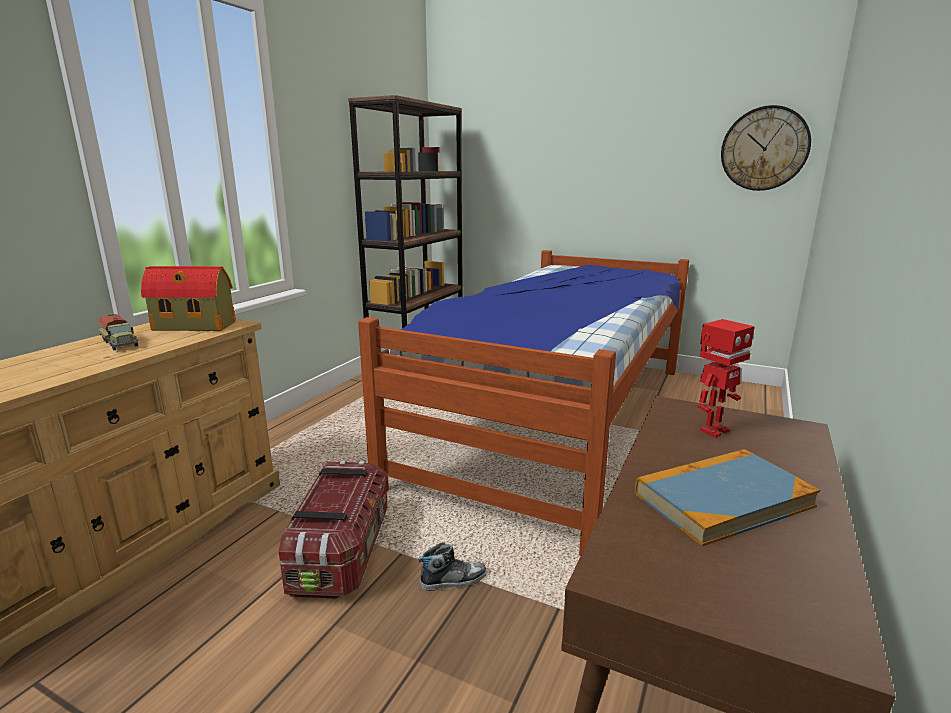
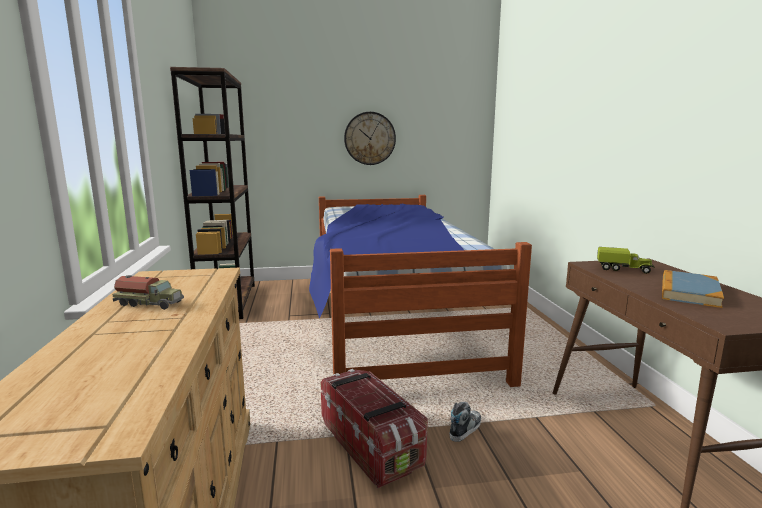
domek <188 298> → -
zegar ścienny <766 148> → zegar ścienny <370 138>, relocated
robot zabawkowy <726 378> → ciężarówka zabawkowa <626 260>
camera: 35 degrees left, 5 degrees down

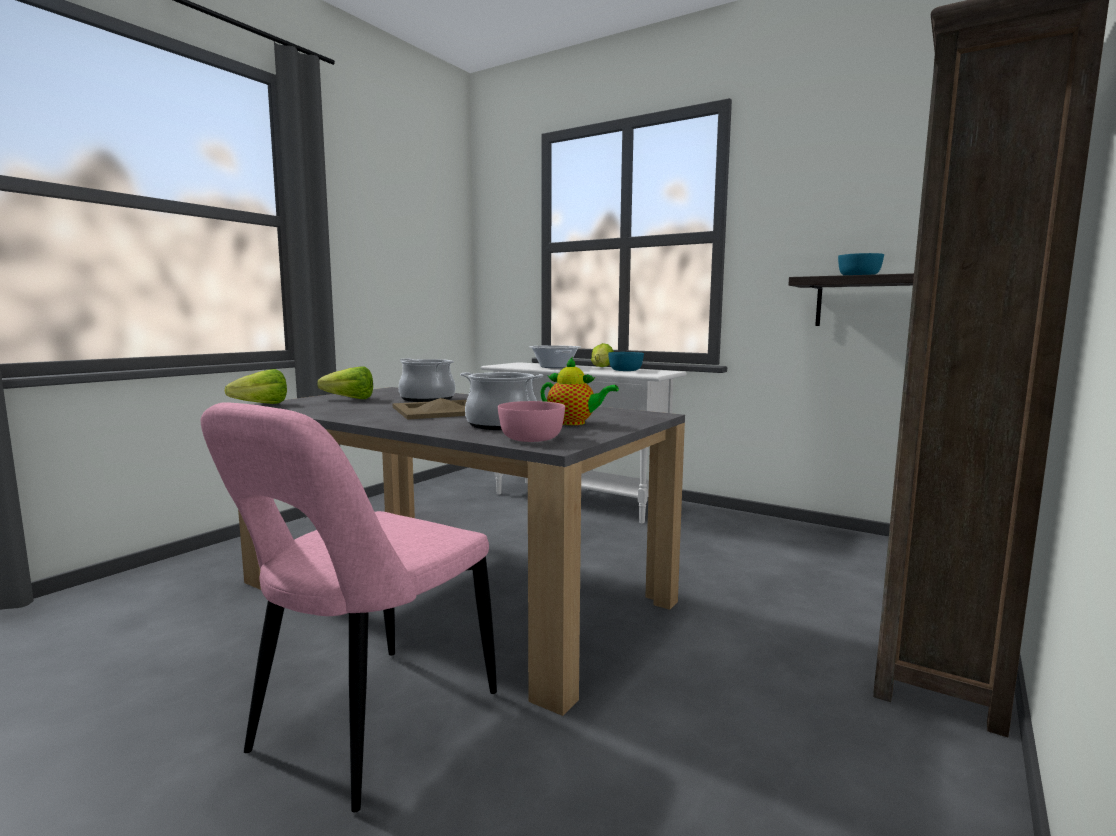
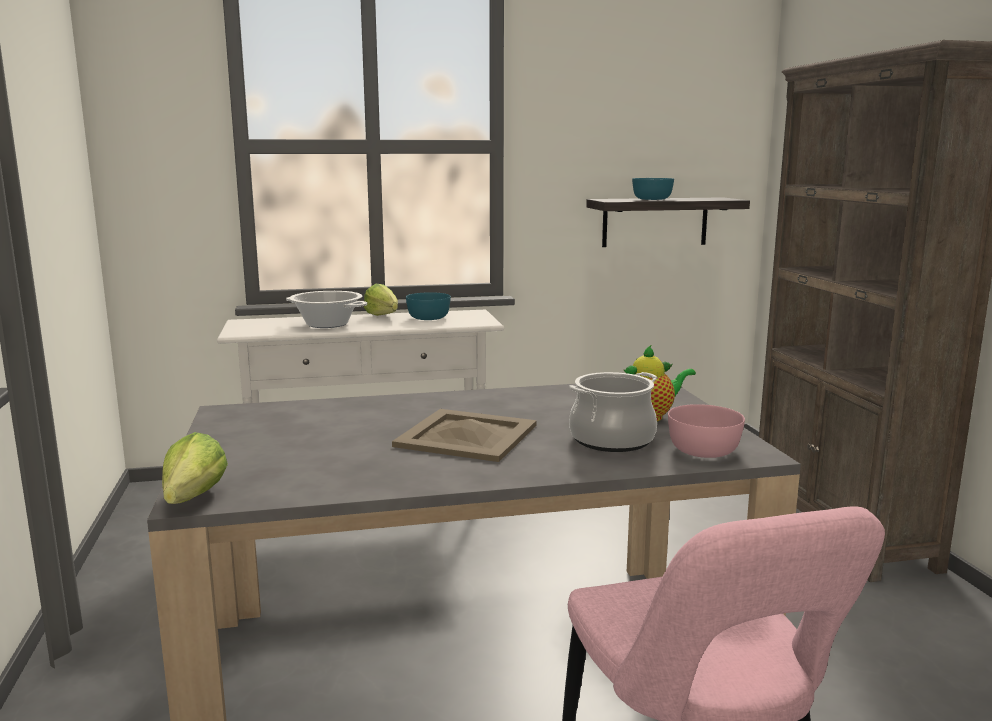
sałata <345 383> → -
garnek <426 380> → -
camera: 45 degrees left, 5 degrees up

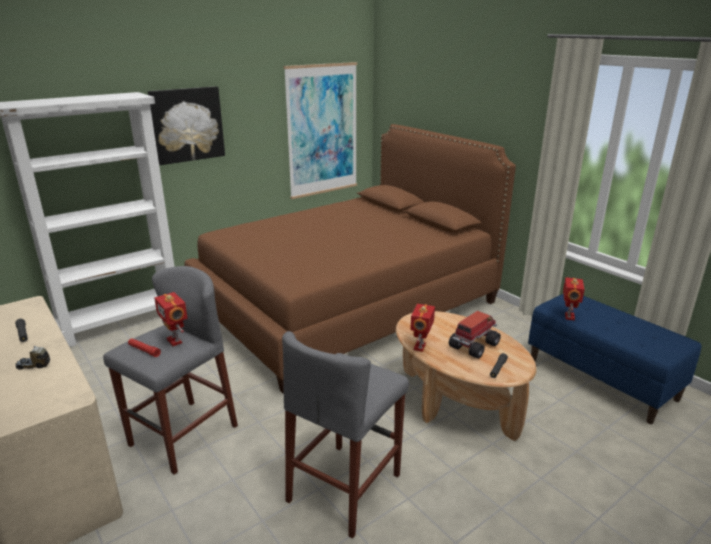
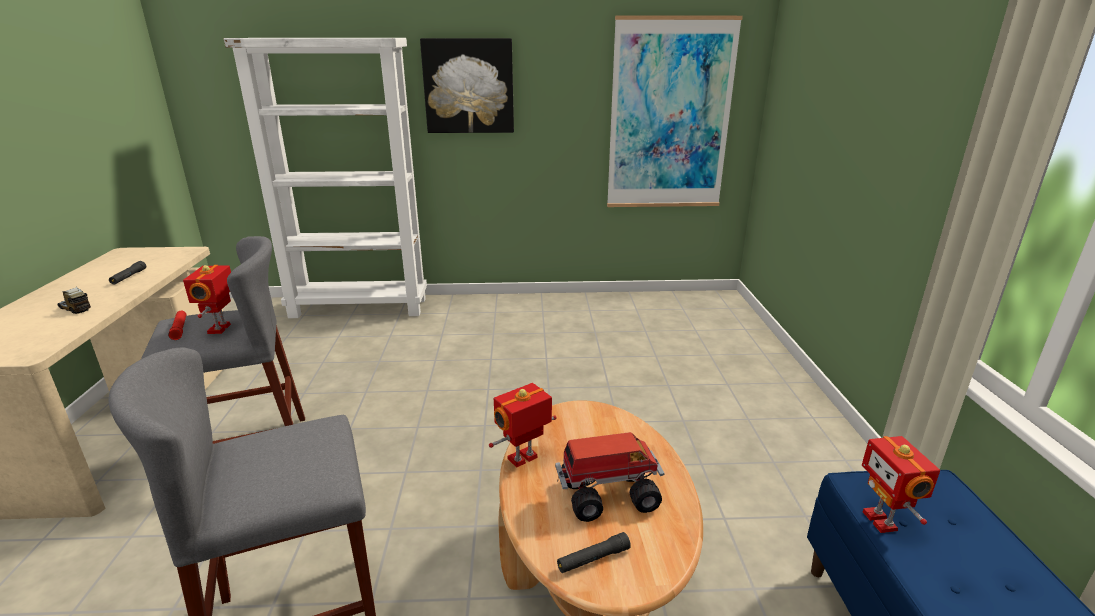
łóżko (brązowy) <350 259> → -
robot zabawkowy <574 299> → robot zabawkowy <901 484>, 120 degrees clockwise
camera: 35 degrees right, 0 degrees up

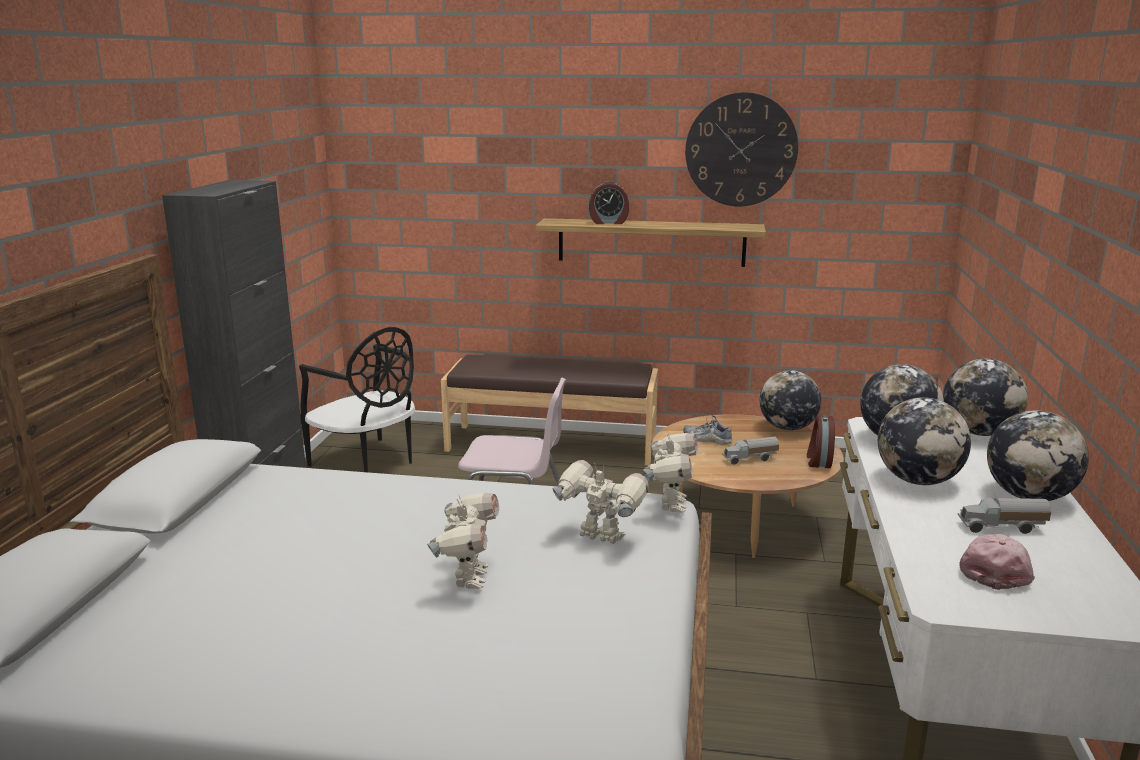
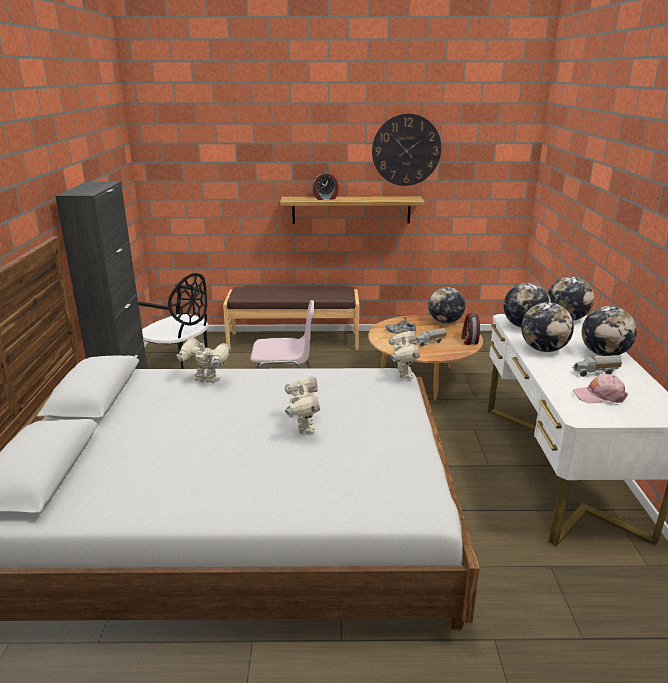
robot zabawkowy <600 502> → robot zabawkowy <203 361>, relocated
czapka z daszkiem (różowy) <997 562> → czapka z daszkiem (różowy) <600 388>, 105 degrees counterclockwise
camera: 10 degrees left, 5 degrees up

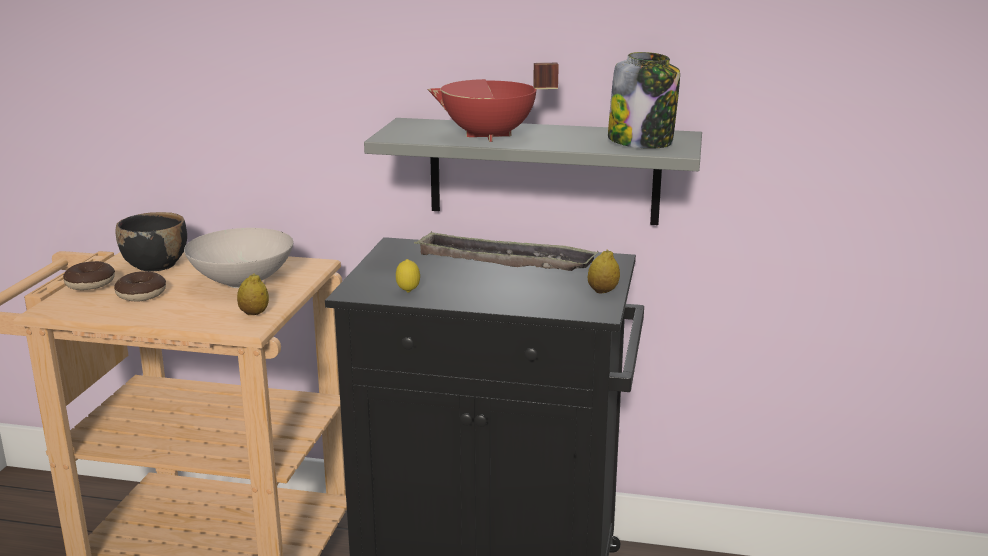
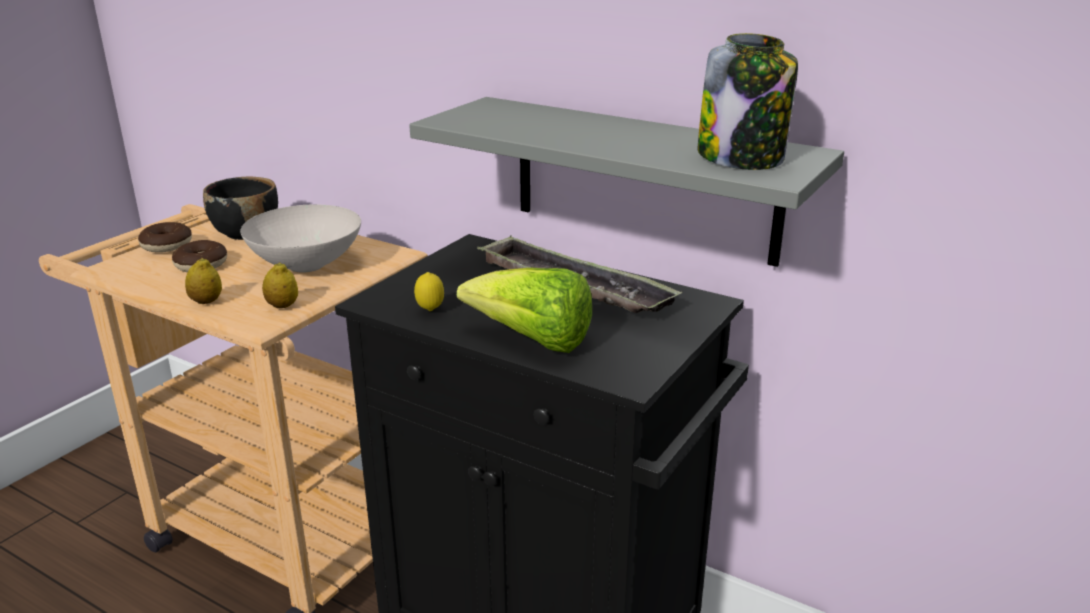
garnek (czerwony) <493 102> → -
- → sałata <524 310>
cytryna <604 271> → cytryna <203 281>, relocated
camera: 20 degrees right, 5 degrees up

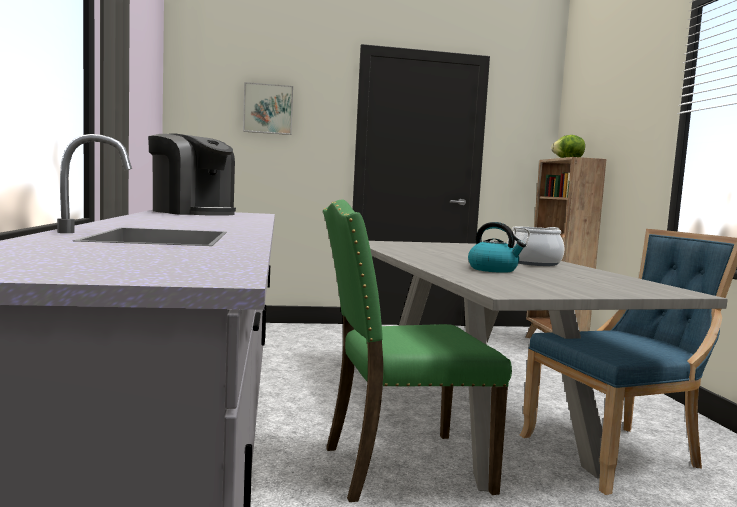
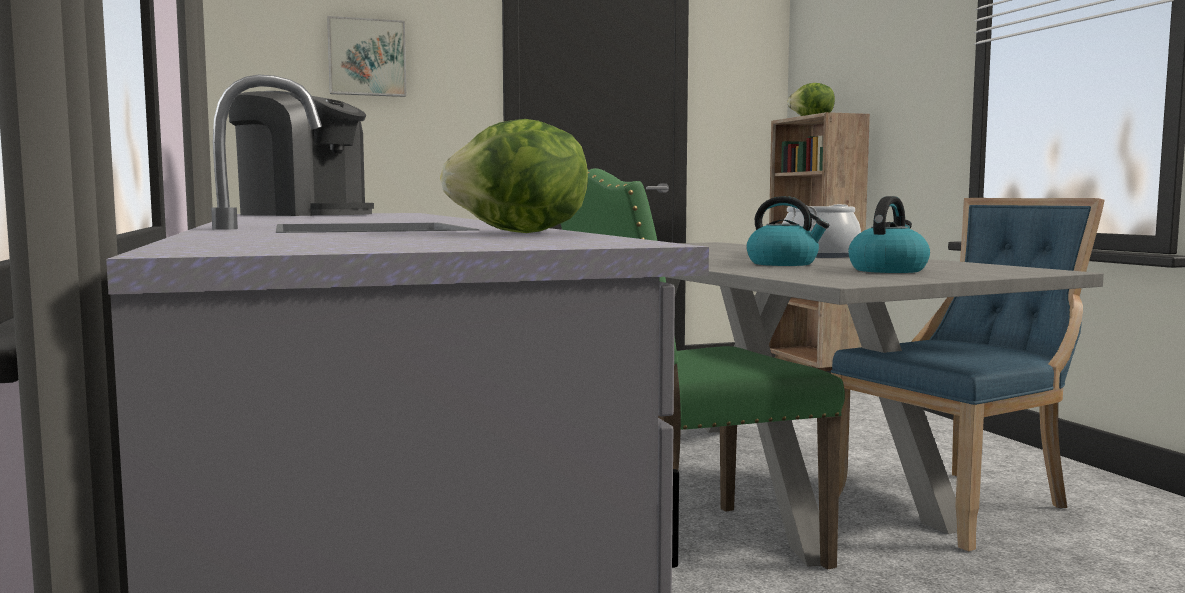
- → sałata <514 176>
- → czajnik <889 234>
camera: 10 degrees left, 0 degrees up

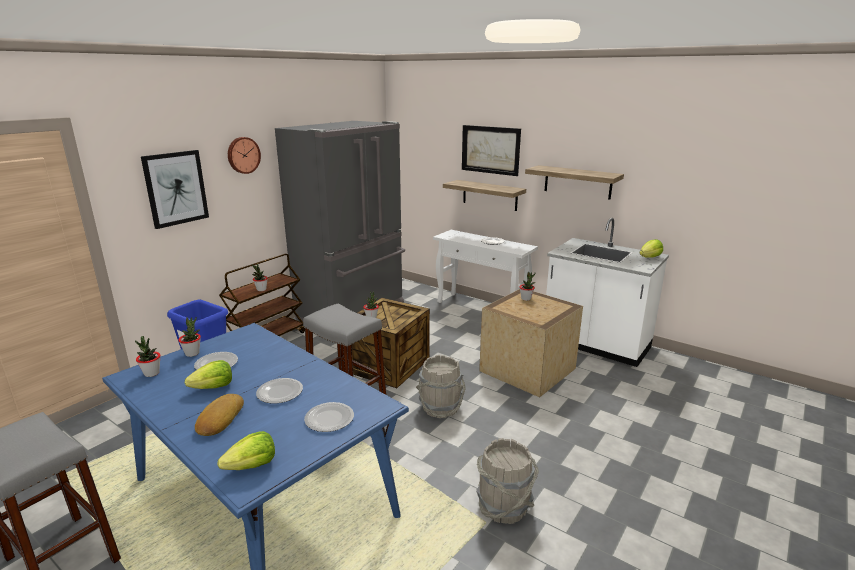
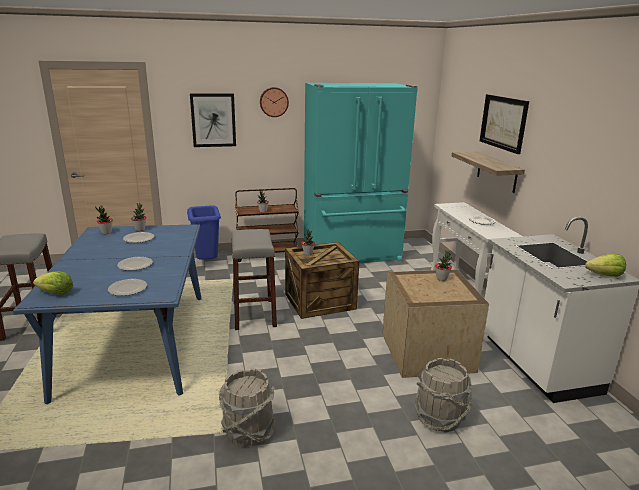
sałata <208 374> → -
chleb <219 415> → -
półka <574 182> → -
wiadro (szary) <441 386> → wiadro (szary) <443 395>, relocated
lodówka (szary) <340 221> → lodówka (turkusowy) <361 173>
camera: 40 degrees right, 0 degrees up

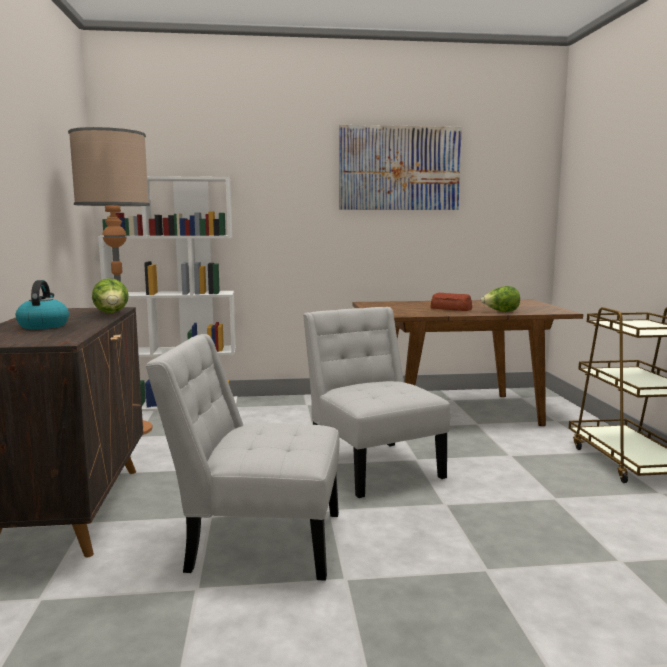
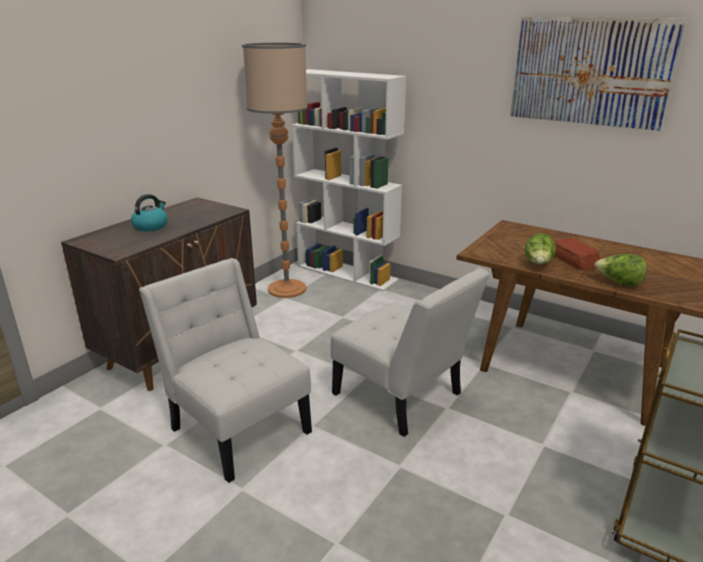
sałata <110 295> → sałata <540 248>, relocated
krzesło (biały) <376 402> → krzesło (biały) <410 352>, 120 degrees clockwise
camera: 40 degrees right, 15 degrees up

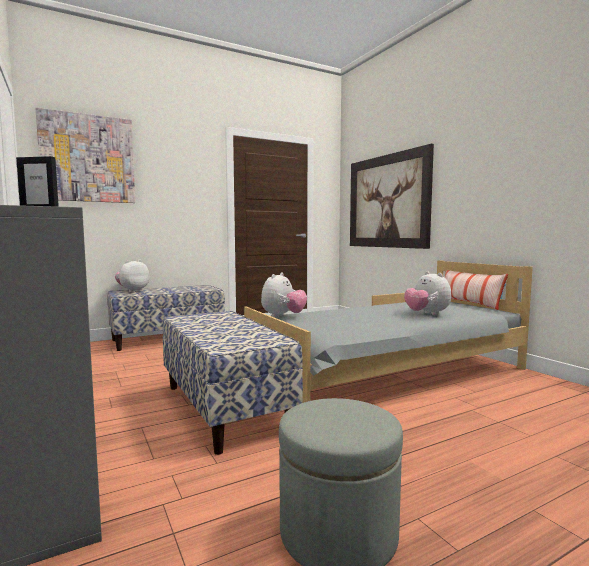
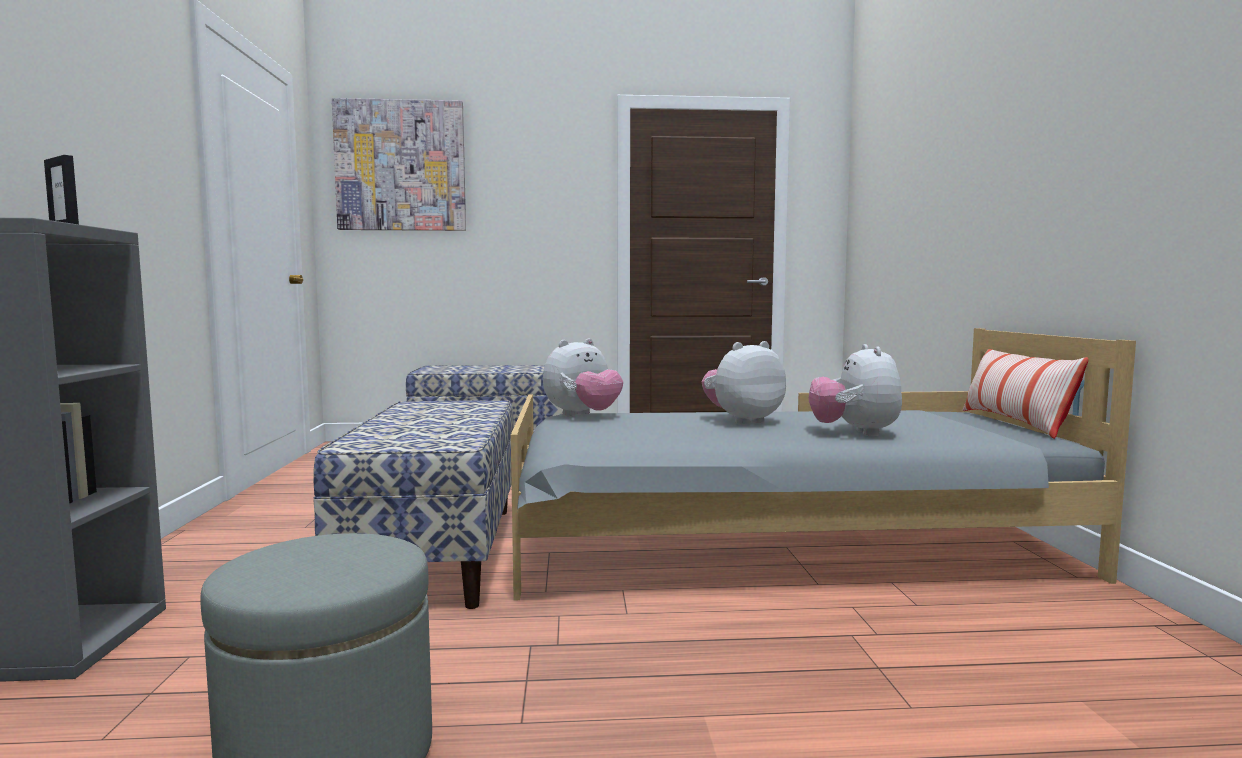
obraz <392 196> → -
pluszak <132 276> → pluszak <744 383>, relocated
camera: 25 degrees right, 0 degrees up

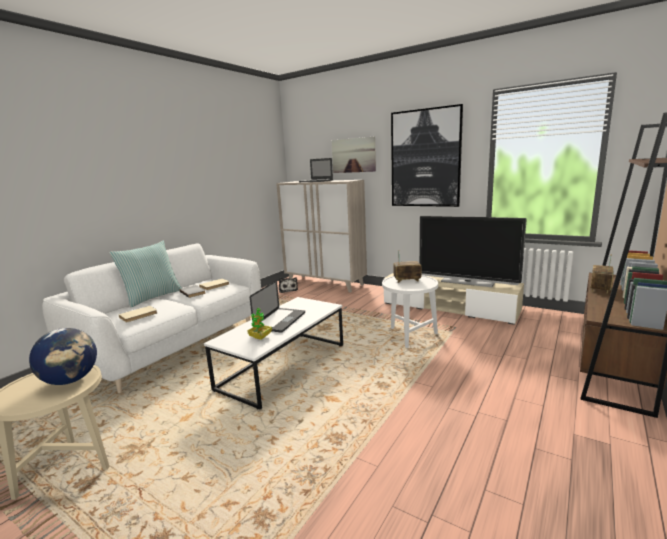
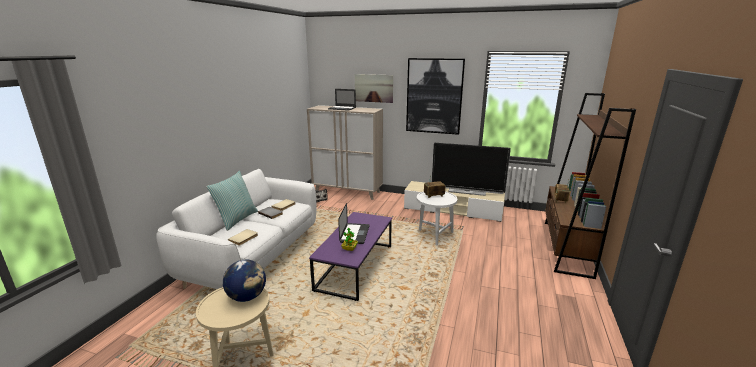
ława (biały) <273 353> → ława (fioletowy) <350 256>
camera: 15 degrees left, 5 degrees up

